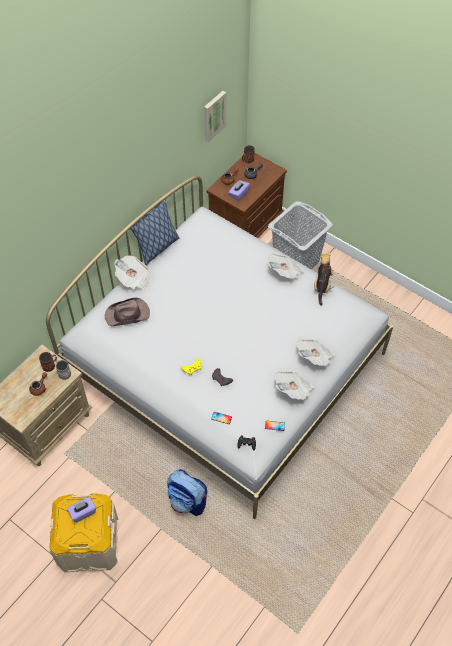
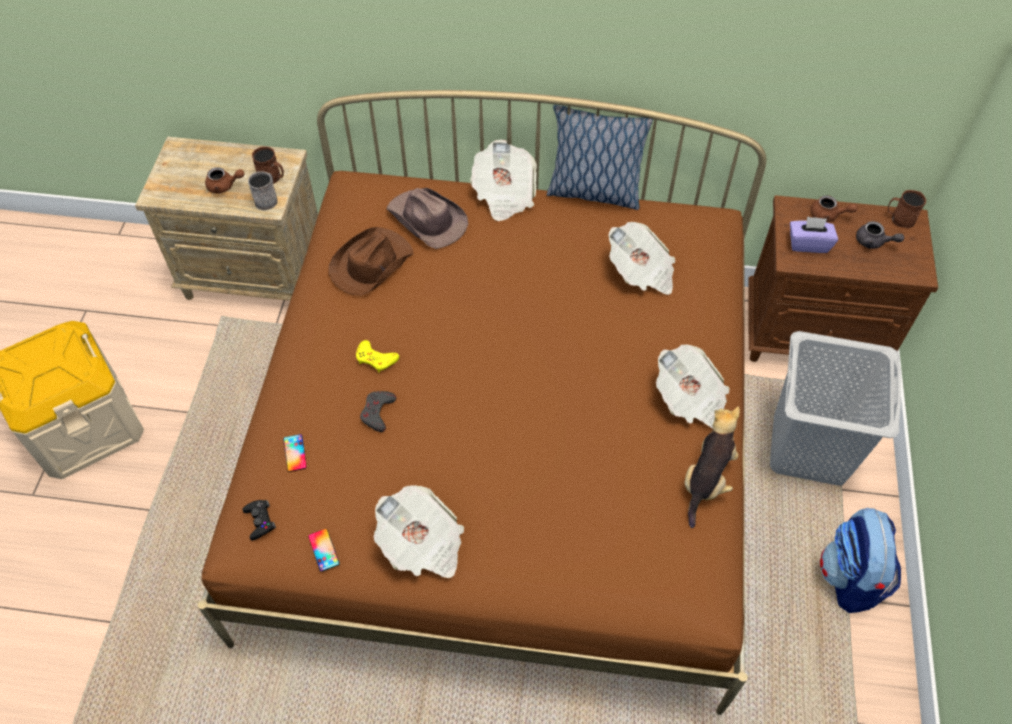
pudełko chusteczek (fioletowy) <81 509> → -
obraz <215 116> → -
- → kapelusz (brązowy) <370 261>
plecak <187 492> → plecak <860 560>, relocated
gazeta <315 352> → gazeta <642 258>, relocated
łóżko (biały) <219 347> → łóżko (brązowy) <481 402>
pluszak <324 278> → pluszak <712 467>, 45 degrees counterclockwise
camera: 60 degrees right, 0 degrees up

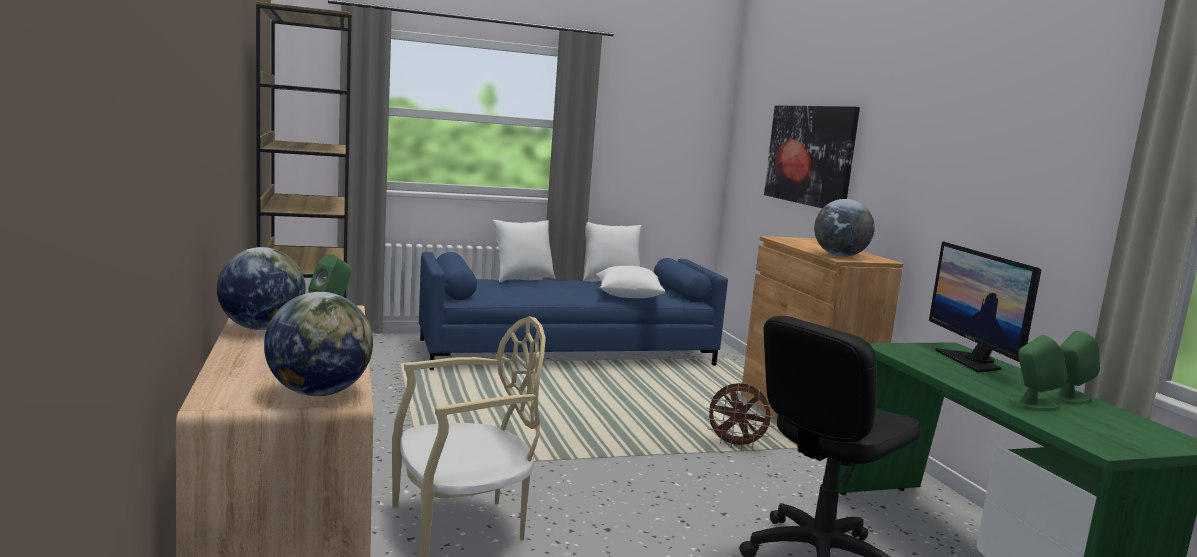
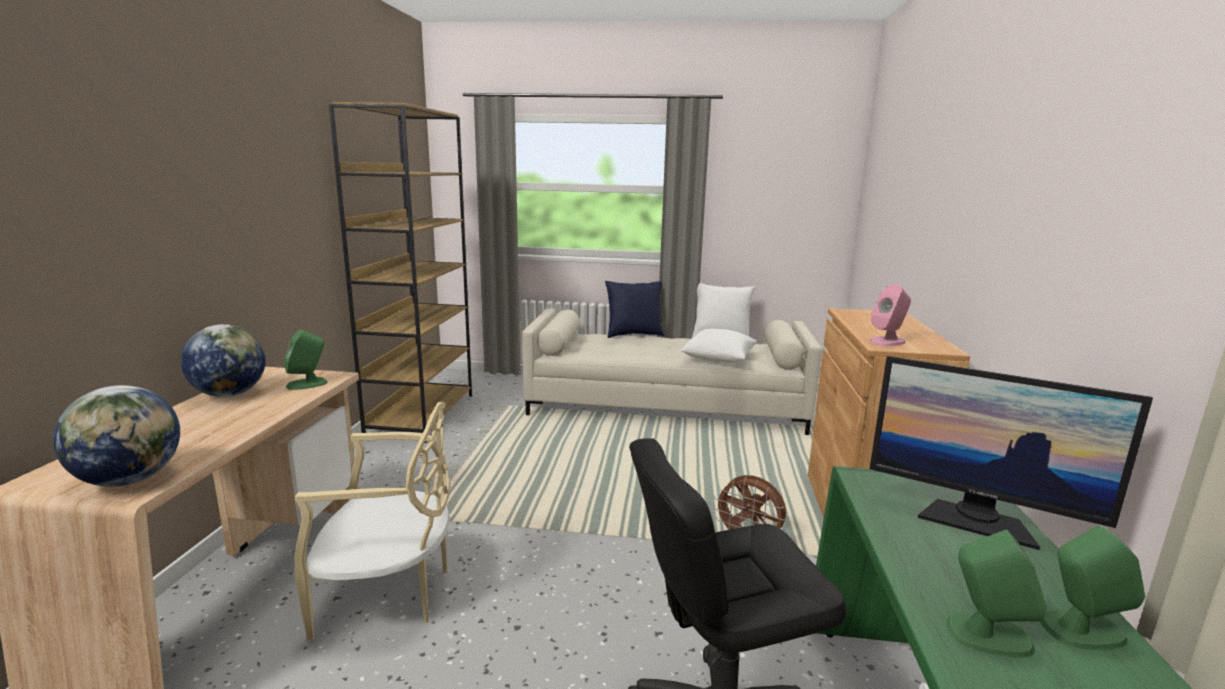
obraz <812 156> → -
globus <844 228> → głośnik (różowy) <890 315>
kanapa (niebieski) <573 311> → kanapa (beżowy) <672 372>
poduszka (biały) <523 251> → poduszka (niebieski) <634 309>
monitor <985 307> → monitor <1011 453>, 75 degrees counterclockwise
camera: 25 degrees right, 5 degrees up

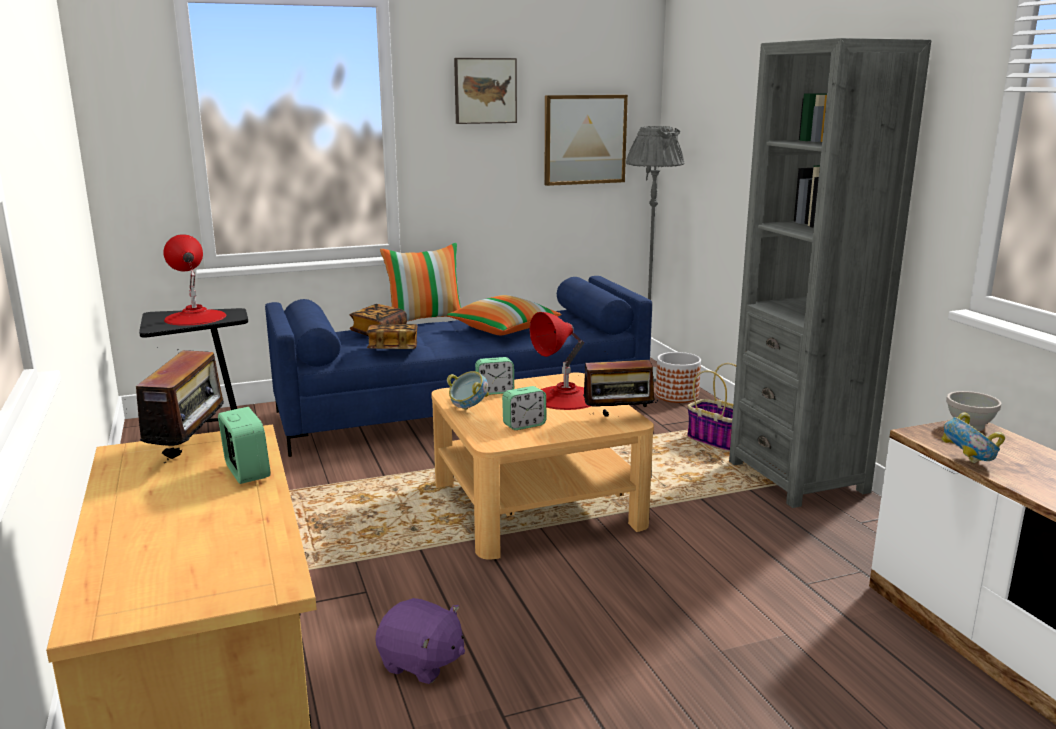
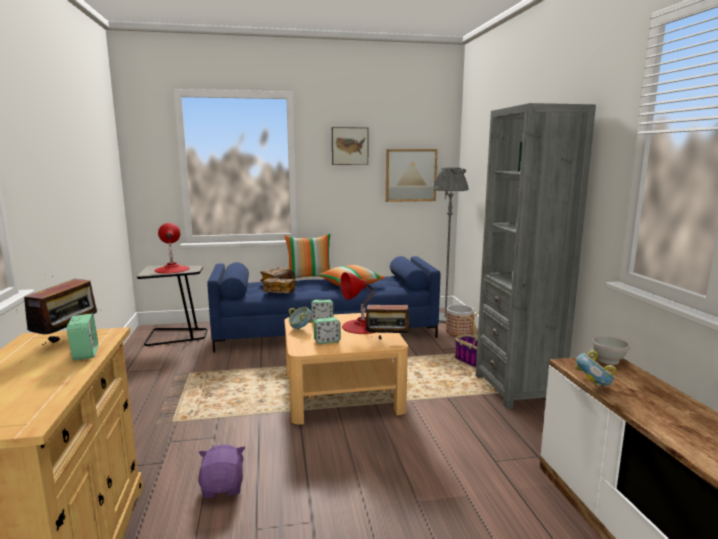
pluszak (fioletowy) <420 641> → pluszak (fioletowy) <221 471>, 135 degrees counterclockwise
camera: 10 degrees right, 5 degrees down

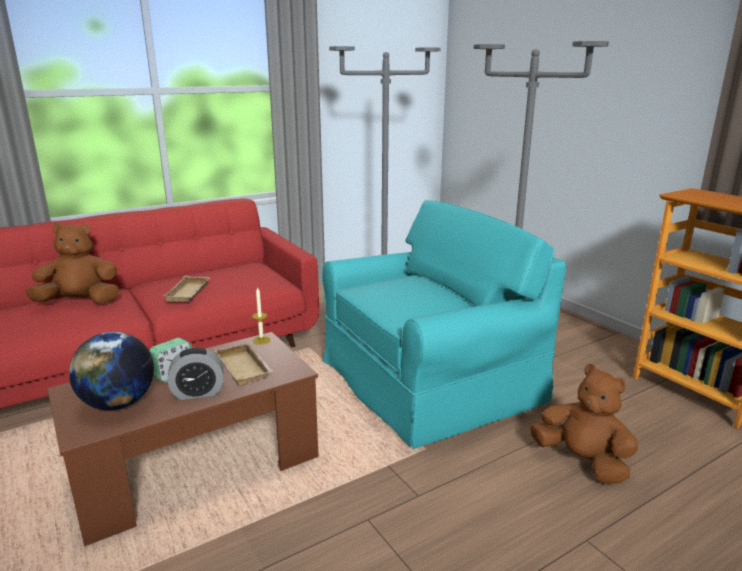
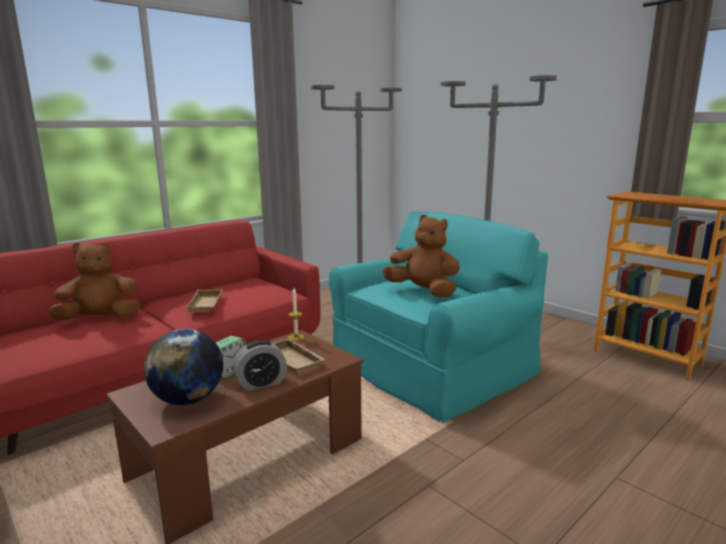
pluszak (brązowy) <584 424> → pluszak (brązowy) <421 256>, relocated
camera: 10 degrees left, 5 degrees down

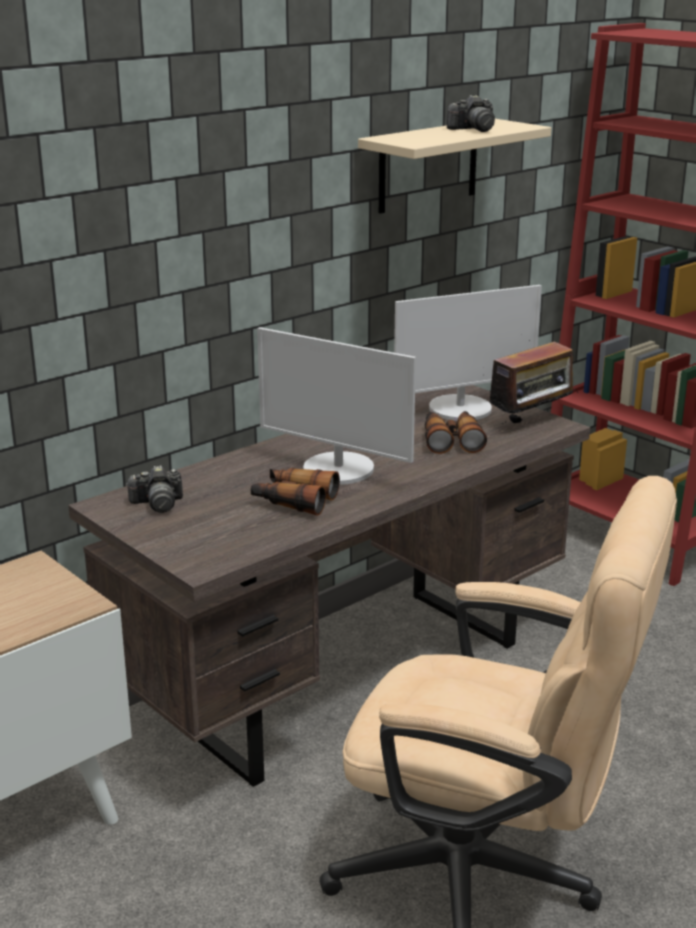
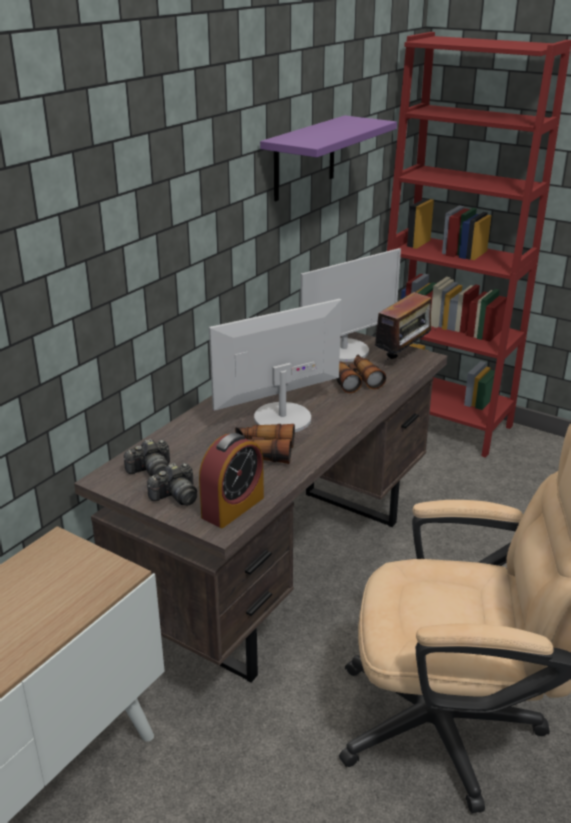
- → budzik <231 480>
aparat fotograficzny <471 113> → aparat fotograficzny <172 484>, relocated
półka (beżowy) <454 166> → półka (fioletowy) <328 158>
monitor <336 406> → monitor <275 365>, 135 degrees clockwise
camera: 15 degrees left, 5 degrees up

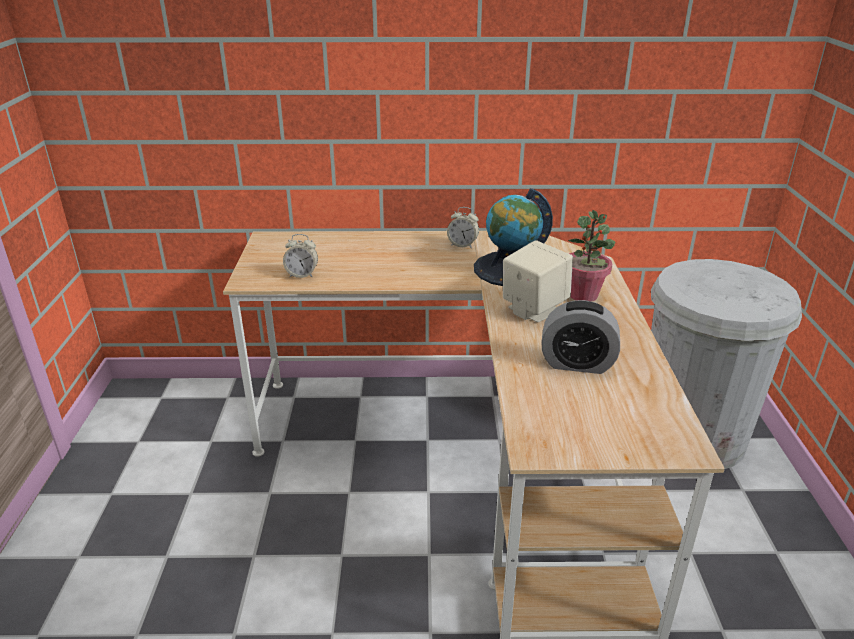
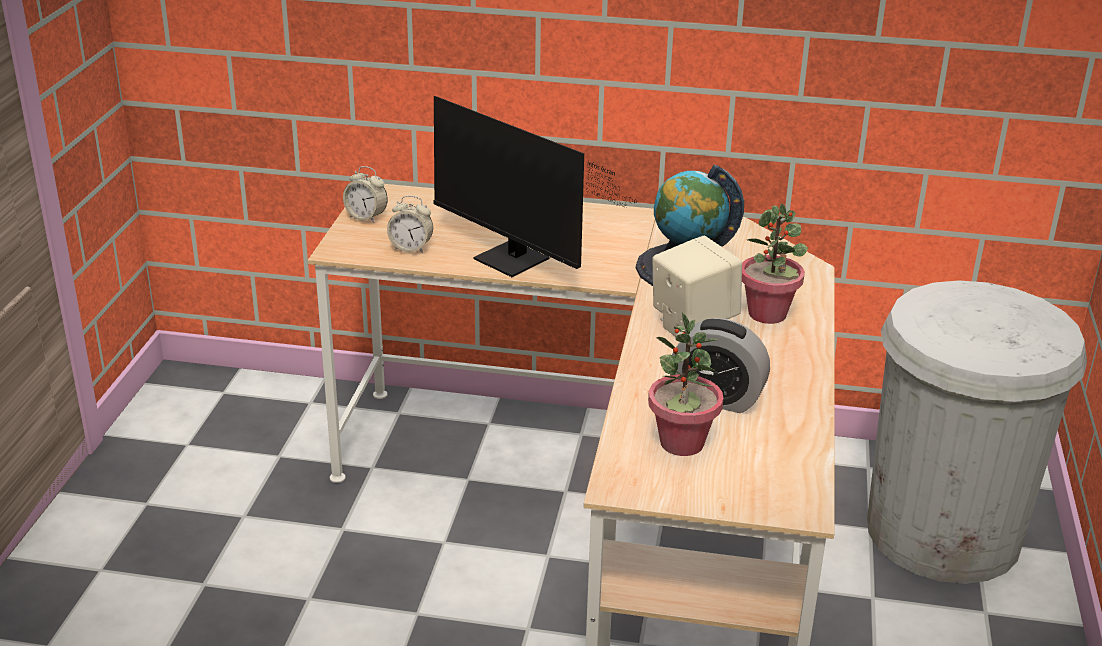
- → monitor <535 186>
- → roślina doniczkowa <685 384>
budzik <463 228> → budzik <365 194>, relocated
camera: 10 degrees right, 0 degrees up

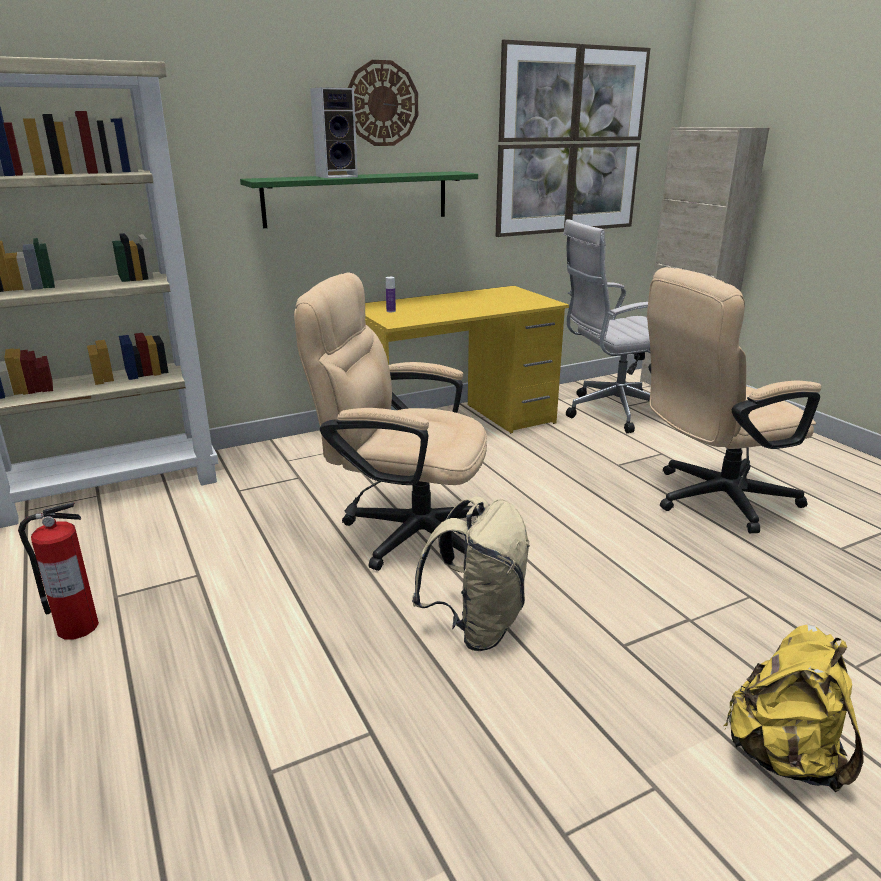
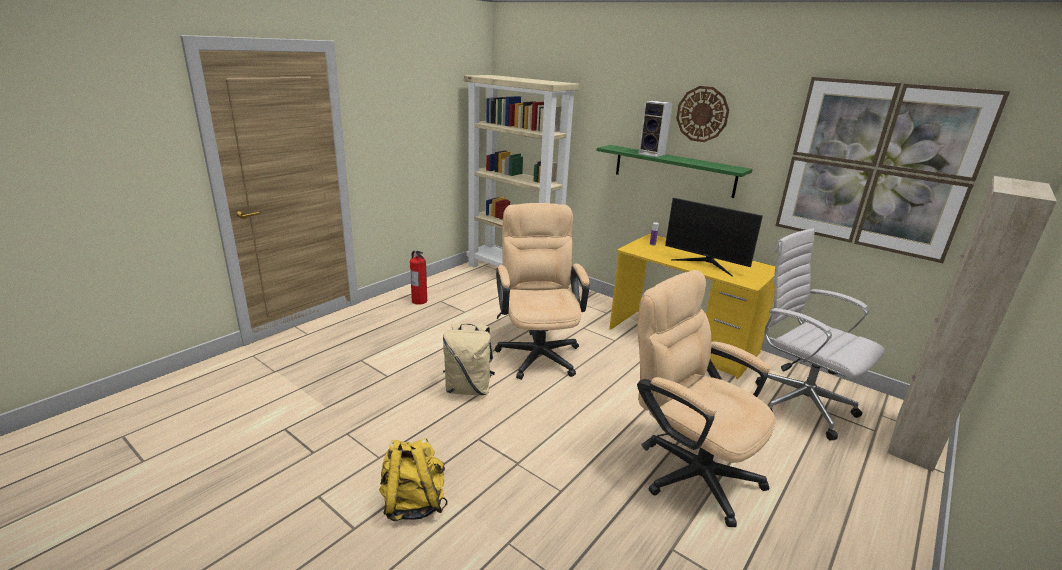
- → monitor <714 237>
camera: 65 degrees right, 0 degrees up

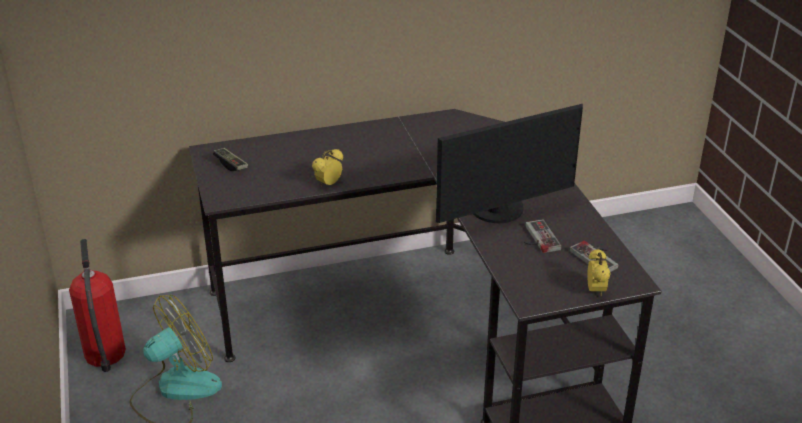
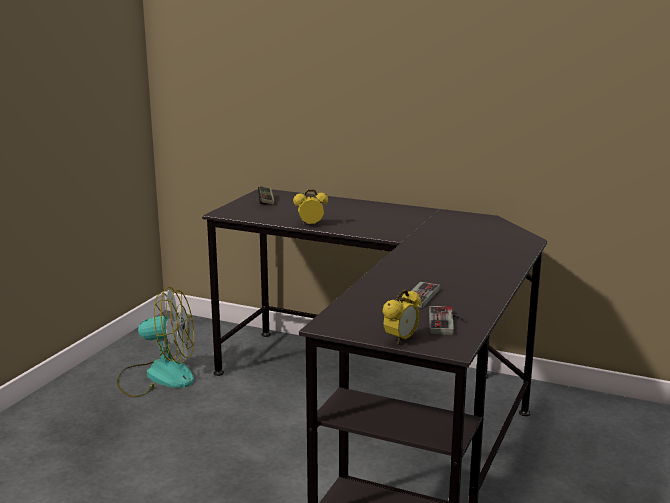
gaśnica <97 305> → -
monitor <509 163> → -
camera: 40 degrees right, 15 degrees down

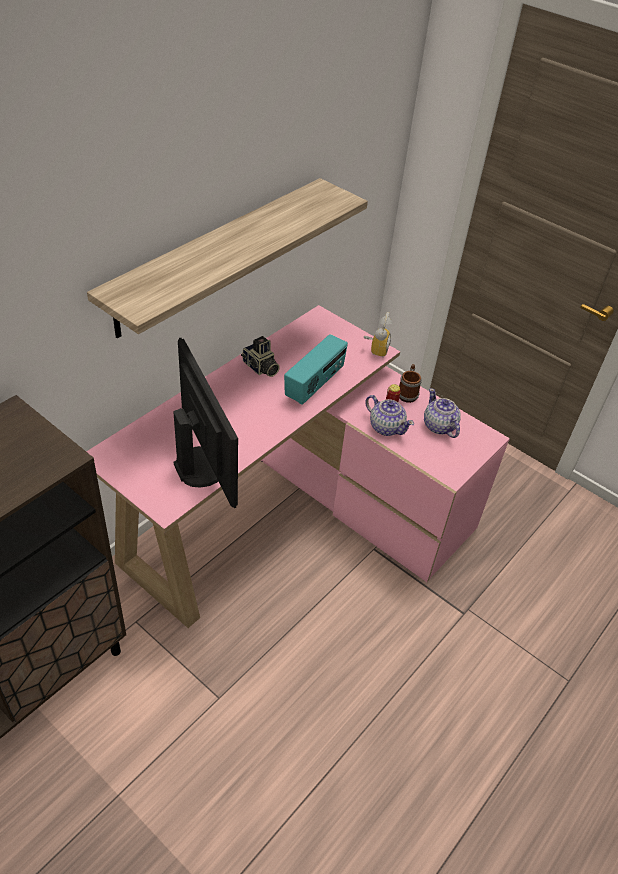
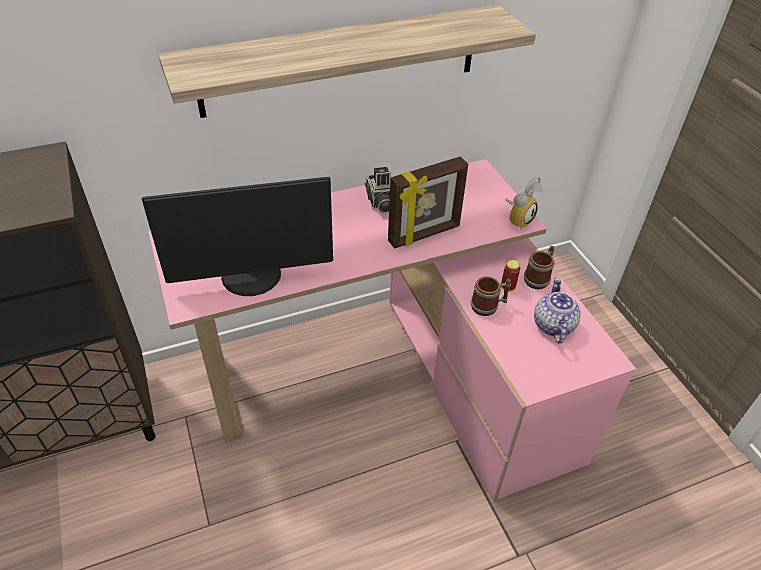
radio <316 369> → ramka na zdjęcie <428 202>
imbryk <389 415> → kubek <490 296>
monitor <205 423> → monitor <237 236>, 75 degrees clockwise
camera: 30 degrees right, 0 degrees up

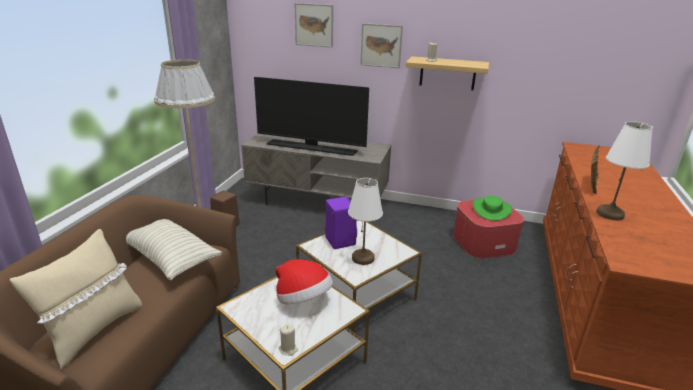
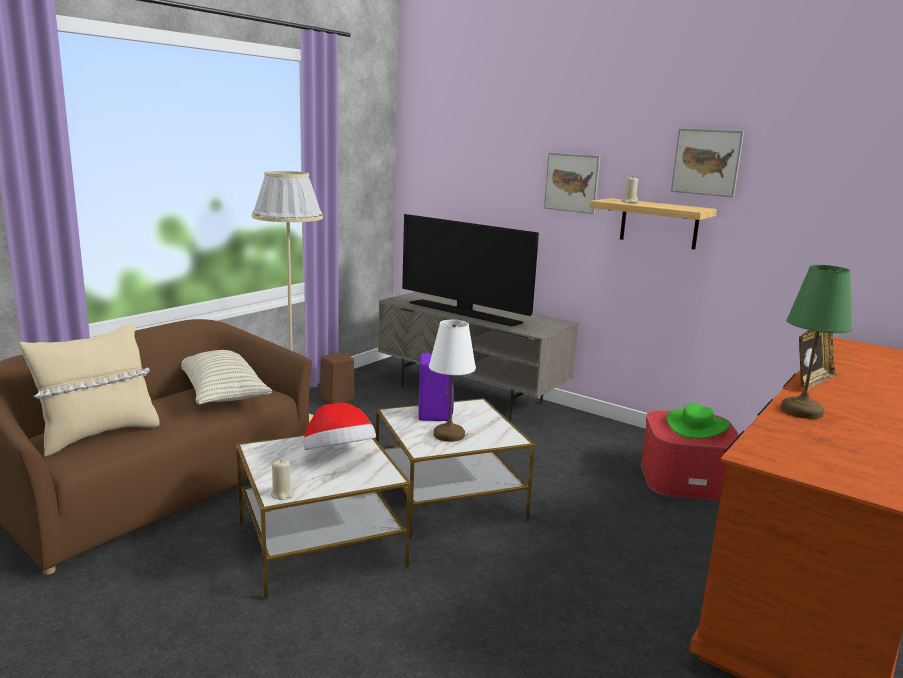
obraz <314 25> → obraz <707 162>, relocated
lampa stołowa (biały) <625 171> → lampa stołowa (zielony) <816 342>
camera: 20 degrees right, 10 degrees down

